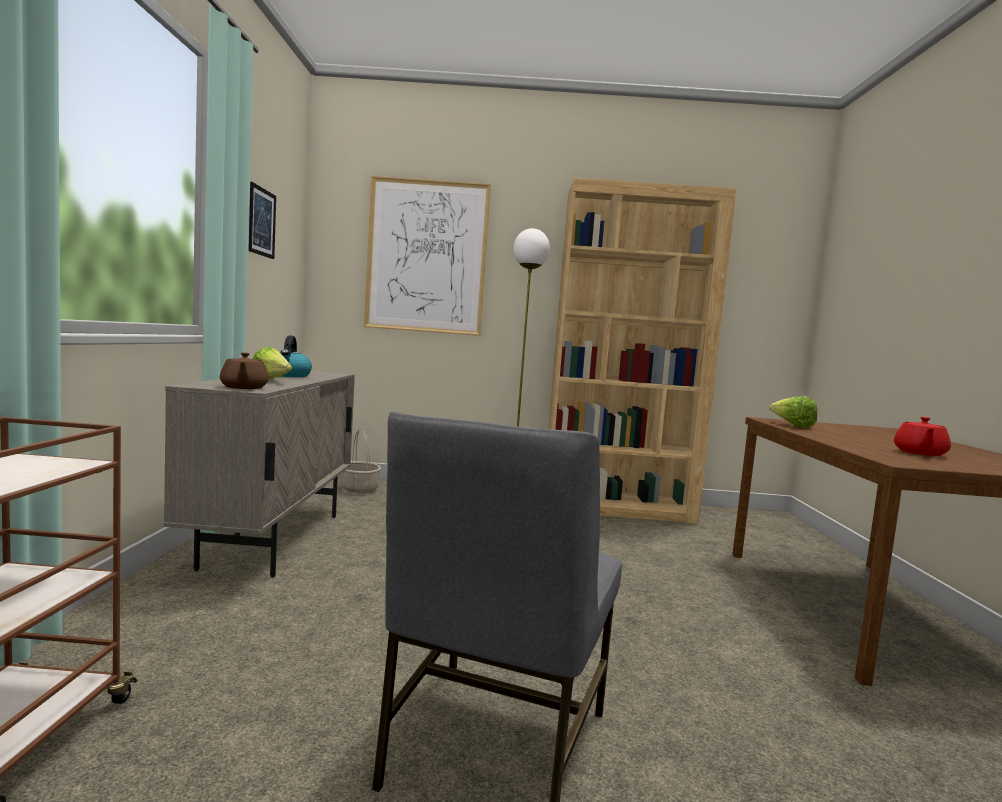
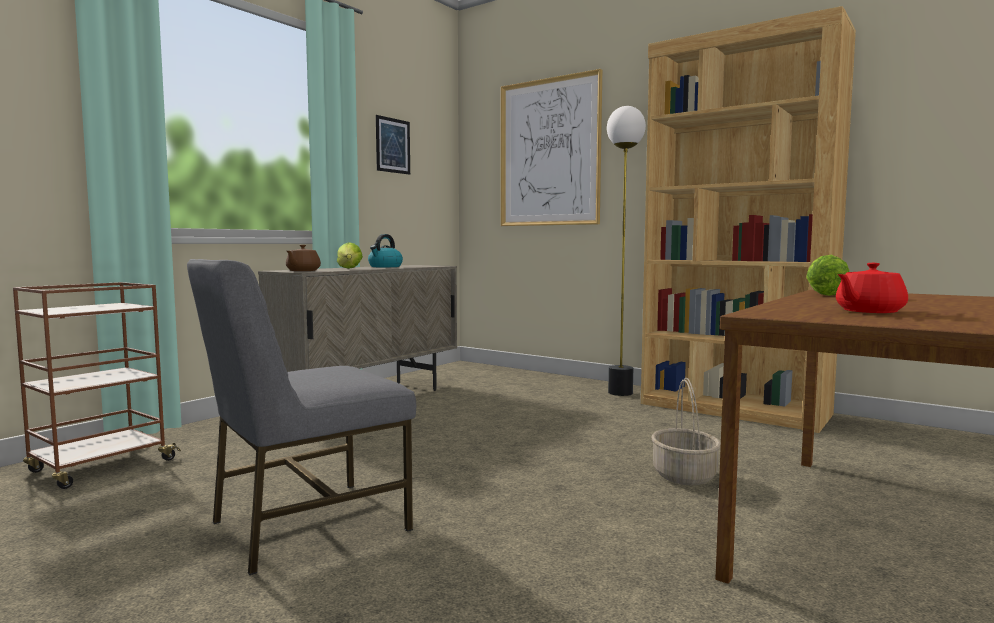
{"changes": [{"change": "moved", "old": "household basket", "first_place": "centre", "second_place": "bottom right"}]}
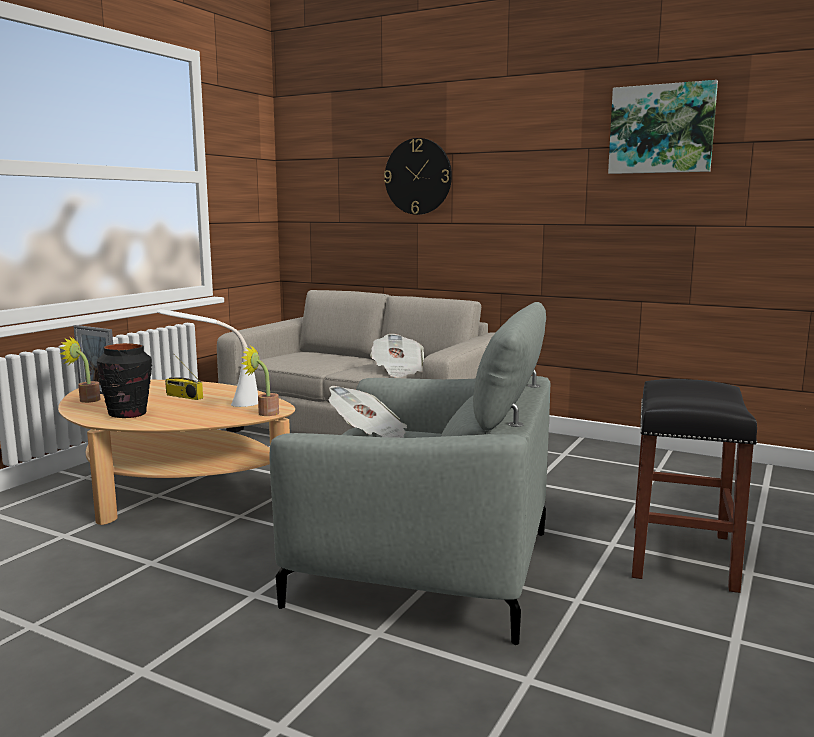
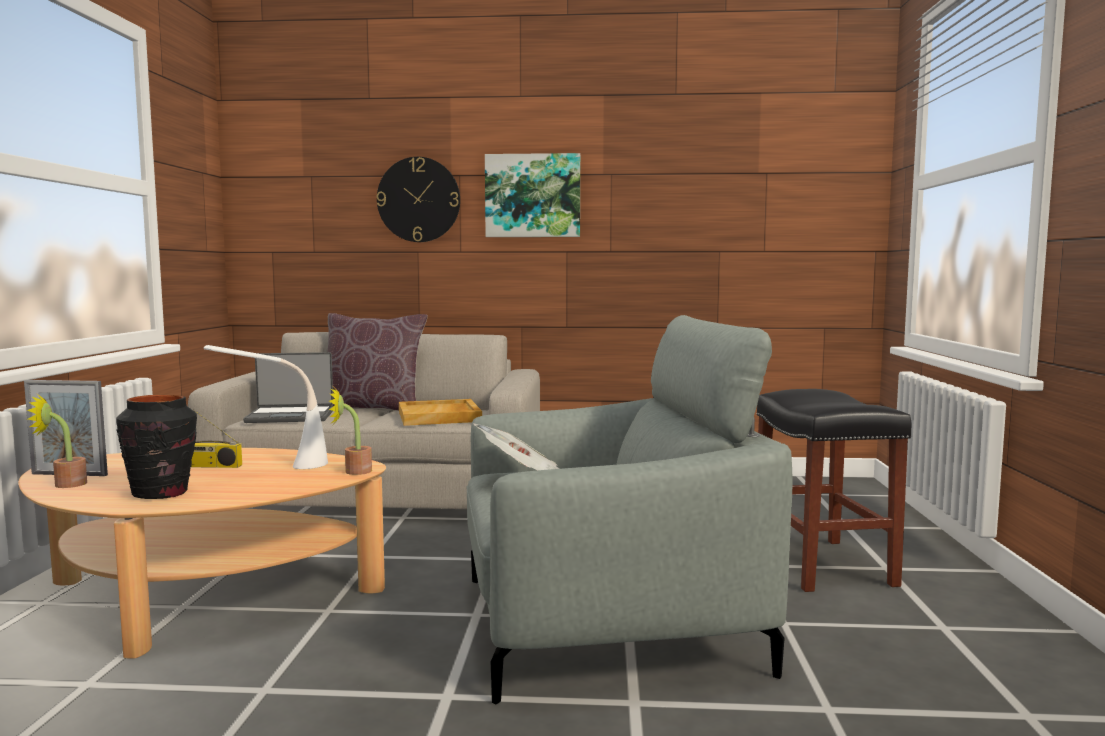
{"changes": [{"change": "moved", "old": "wall art", "first_place": "top right", "second_place": "top centre"}, {"change": "replaced", "old": "printed paper (2nd from left)", "new": "sand-coloured tray", "first_place": "centre", "second_place": "centre"}, {"change": "added", "new": "brown pillow", "second_place": "centre"}, {"change": "added", "new": "portable computer", "second_place": "middle left"}]}
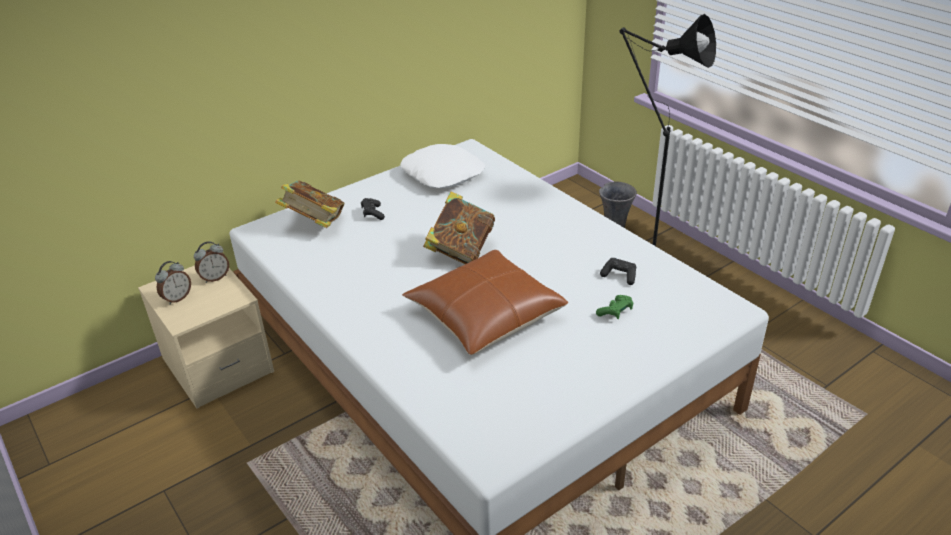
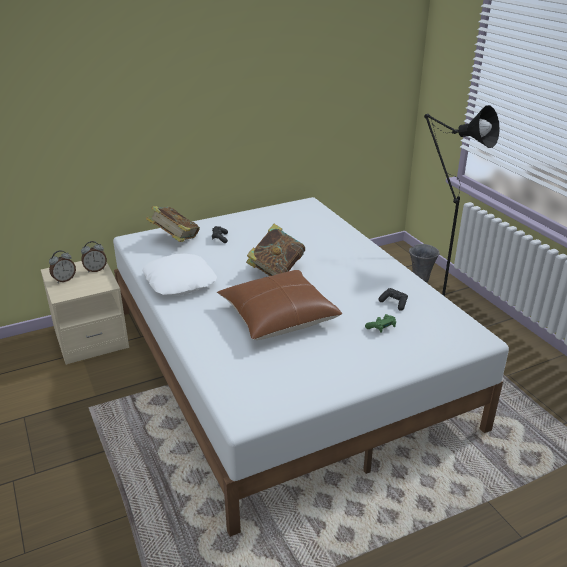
{"changes": [{"change": "moved", "old": "white pillow", "first_place": "top centre", "second_place": "middle left"}]}
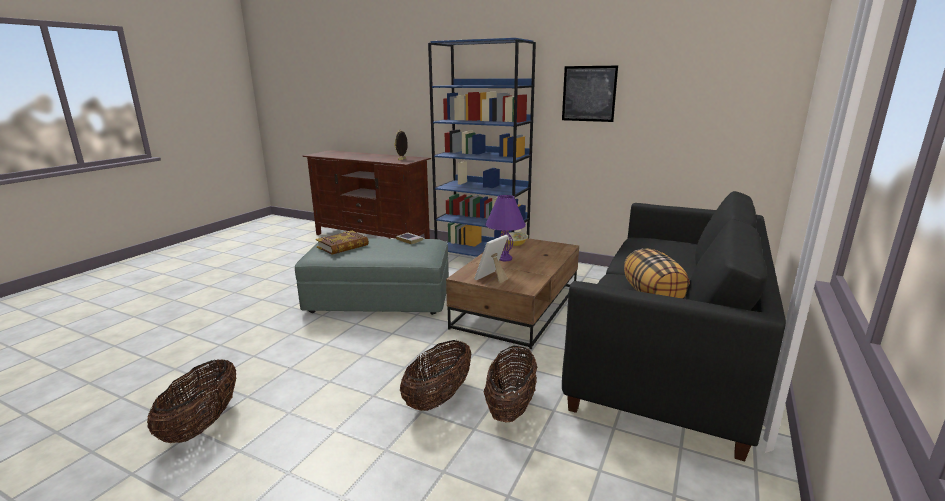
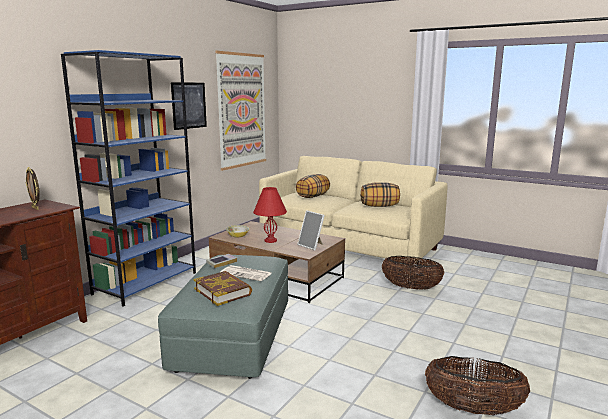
{"changes": [{"change": "recoloured", "old": "black sofa", "new": "sand-coloured sofa", "first_place": "middle right", "second_place": "centre"}, {"change": "recoloured", "old": "purple tabletop lamp", "new": "reddish tabletop lamp", "first_place": "centre", "second_place": "centre"}, {"change": "removed", "old": "household basket (2nd from left)", "first_place": "bottom centre"}, {"change": "added", "new": "wall art (2nd from left)", "second_place": "top centre"}, {"change": "added", "new": "pillow (1st from left)", "second_place": "centre"}, {"change": "added", "new": "printed paper", "second_place": "centre"}]}
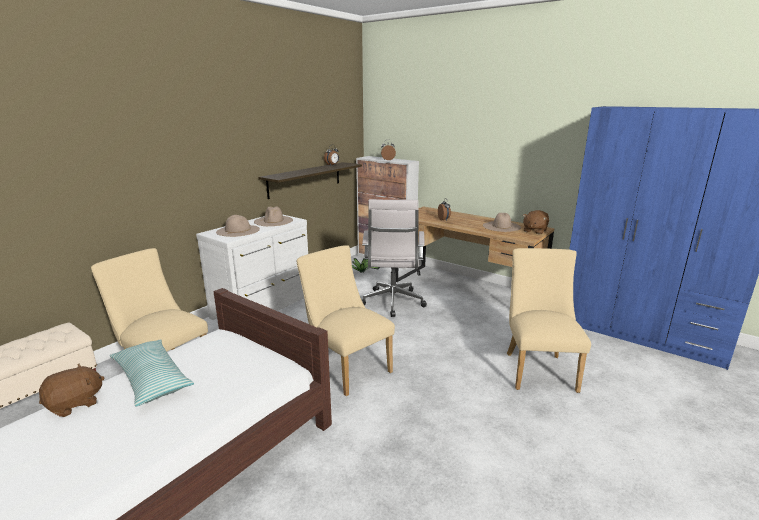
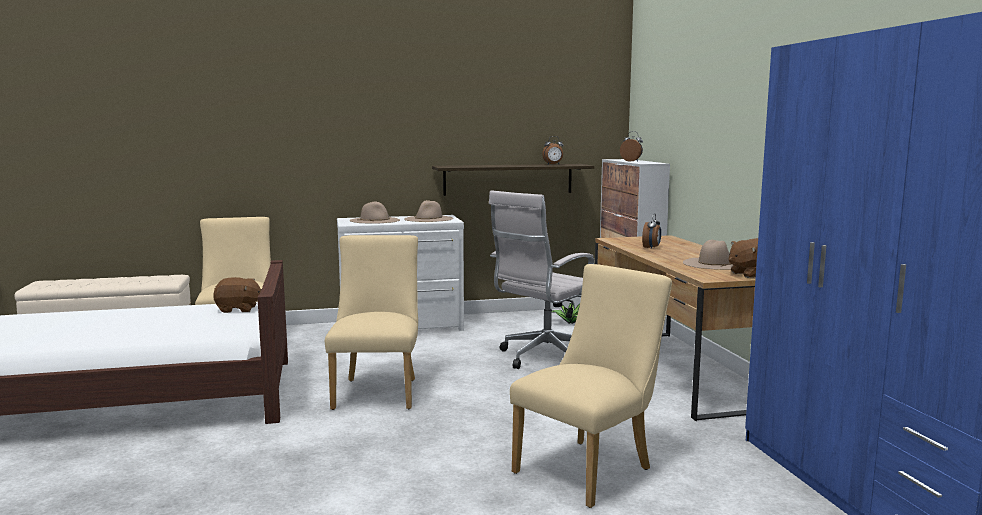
{"changes": [{"change": "removed", "old": "pillow", "first_place": "bottom left"}, {"change": "moved", "old": "brown soft toy (1st from left)", "first_place": "bottom left", "second_place": "middle left"}]}
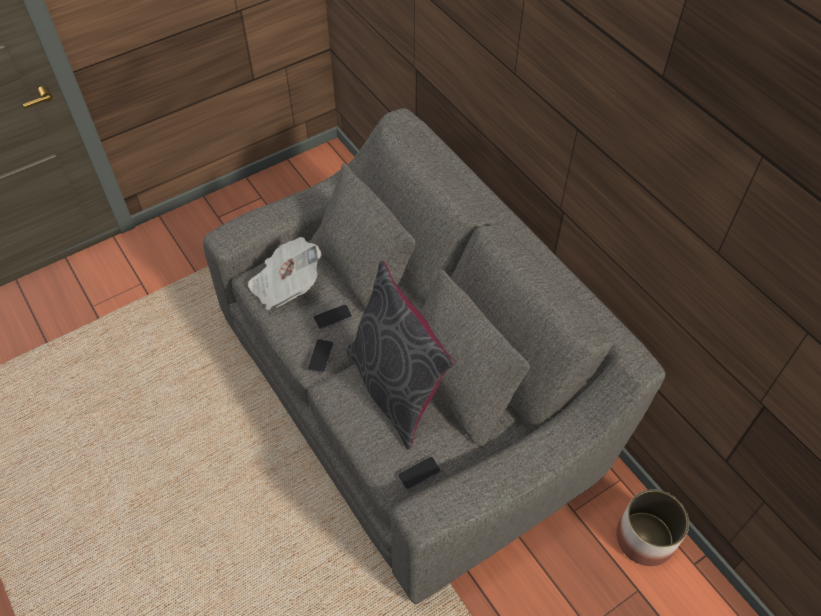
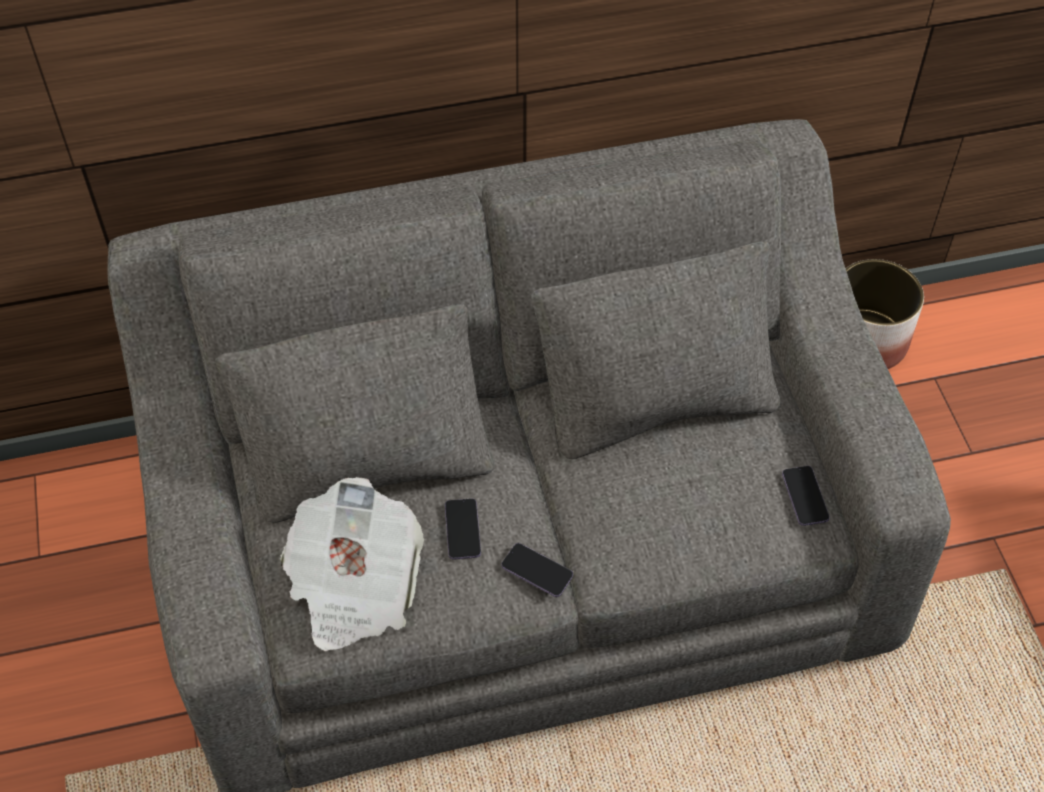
{"changes": [{"change": "removed", "old": "greyish pillow", "first_place": "centre"}]}
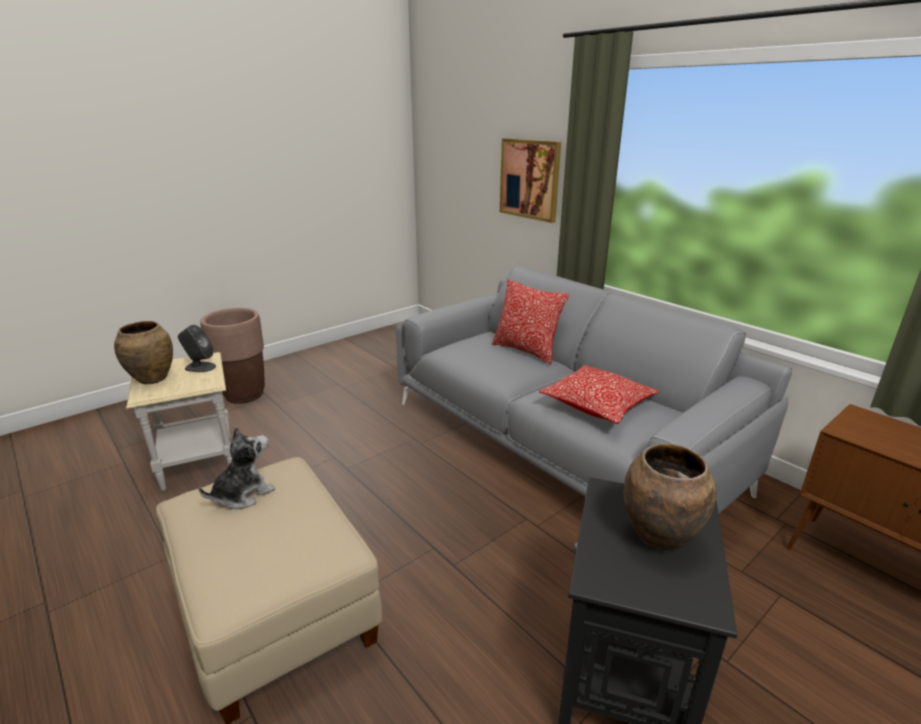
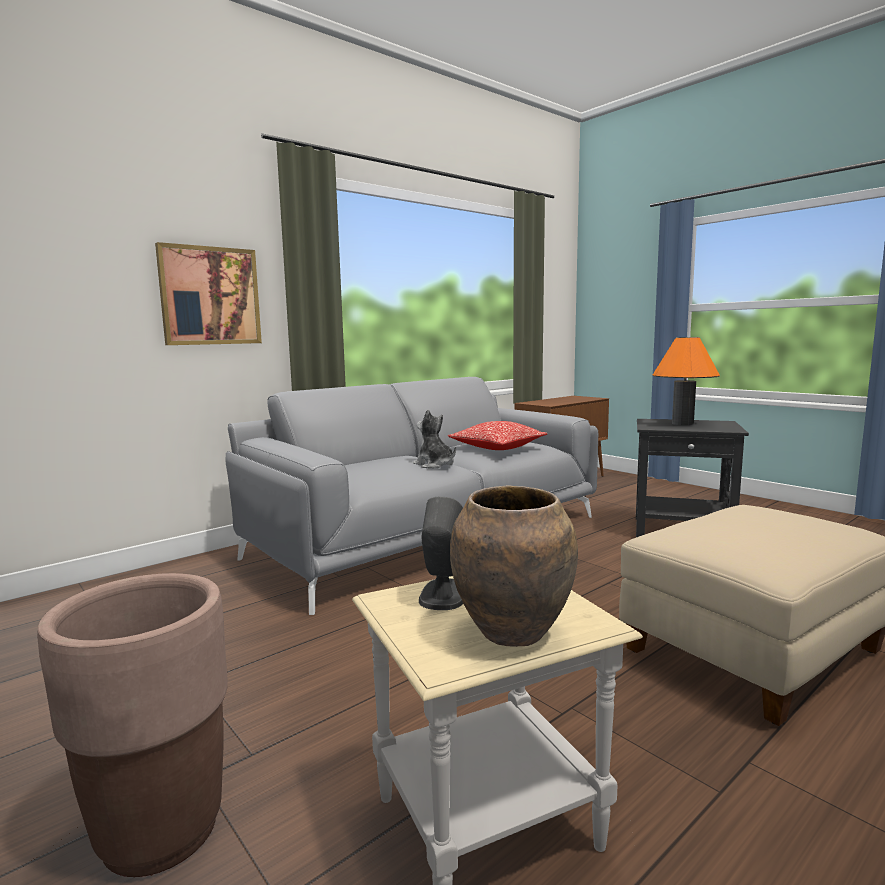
{"changes": [{"change": "removed", "old": "pillow (1st from left)", "first_place": "centre"}, {"change": "moved", "old": "soft toy", "first_place": "middle left", "second_place": "centre"}, {"change": "replaced", "old": "brown vase (2nd from left)", "new": "orange-coloured tabletop lamp", "first_place": "bottom right", "second_place": "middle right"}]}
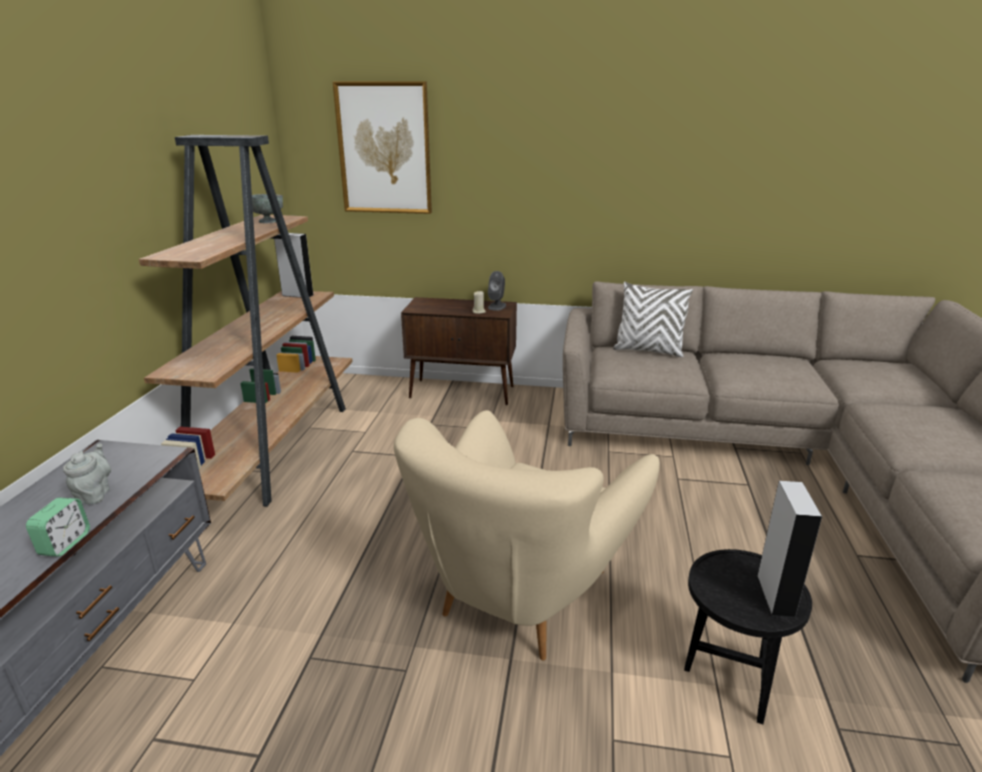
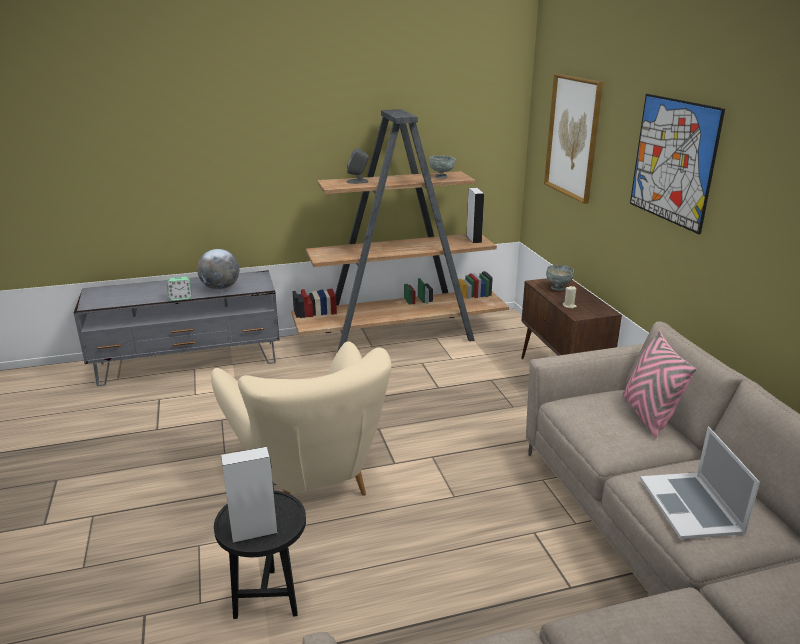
{"changes": [{"change": "moved", "old": "greyish audio speaker (2nd from left)", "first_place": "centre", "second_place": "top centre"}, {"change": "recoloured", "old": "white pillow", "new": "pinkish pillow", "first_place": "centre", "second_place": "middle right"}, {"change": "turned", "old": "sand-coloured easy chair", "first_place": "bottom centre", "second_place": "centre", "degrees": -120}, {"change": "replaced", "old": "greyish teapot", "new": "desk globe", "first_place": "middle left", "second_place": "middle left"}, {"change": "added", "new": "wall art (2nd from left)", "second_place": "top right"}, {"change": "added", "new": "greyish bowl (2nd from left)", "second_place": "middle right"}, {"change": "added", "new": "portable computer", "second_place": "bottom right"}]}
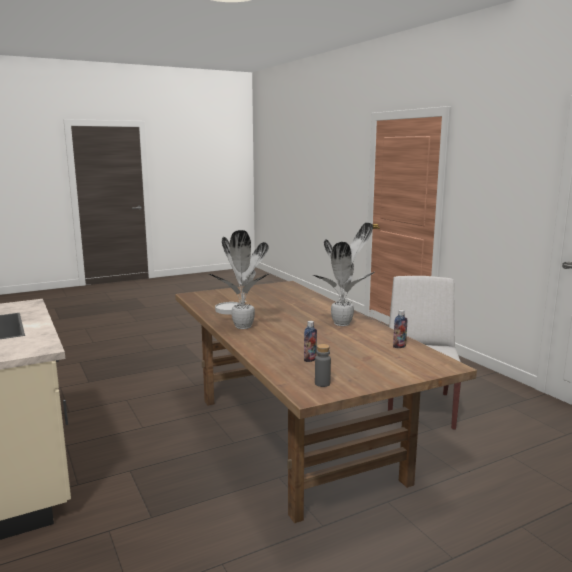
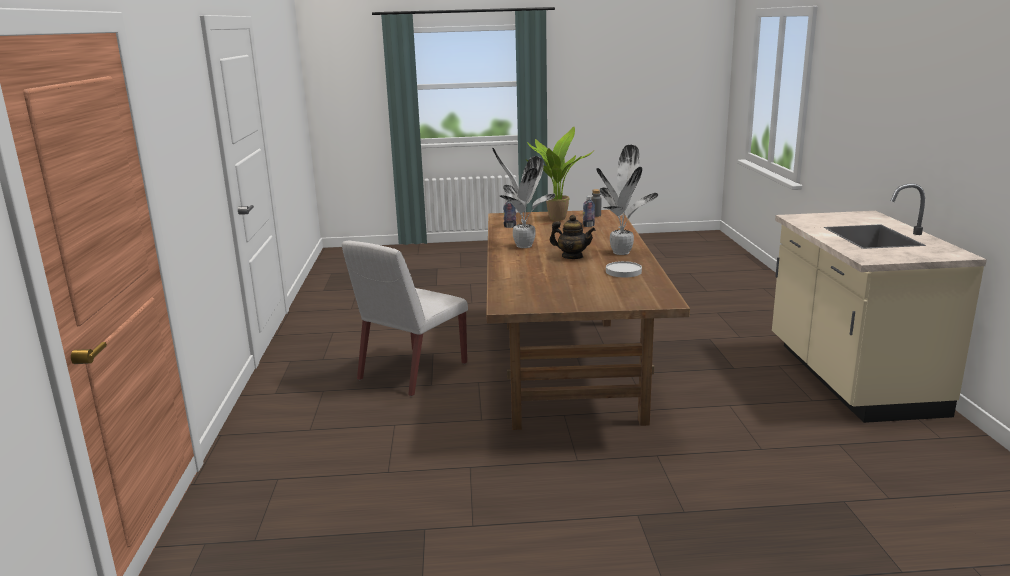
{"changes": [{"change": "added", "new": "plant in a pot (2nd from left)", "second_place": "top centre"}, {"change": "added", "new": "teapot", "second_place": "centre"}]}
